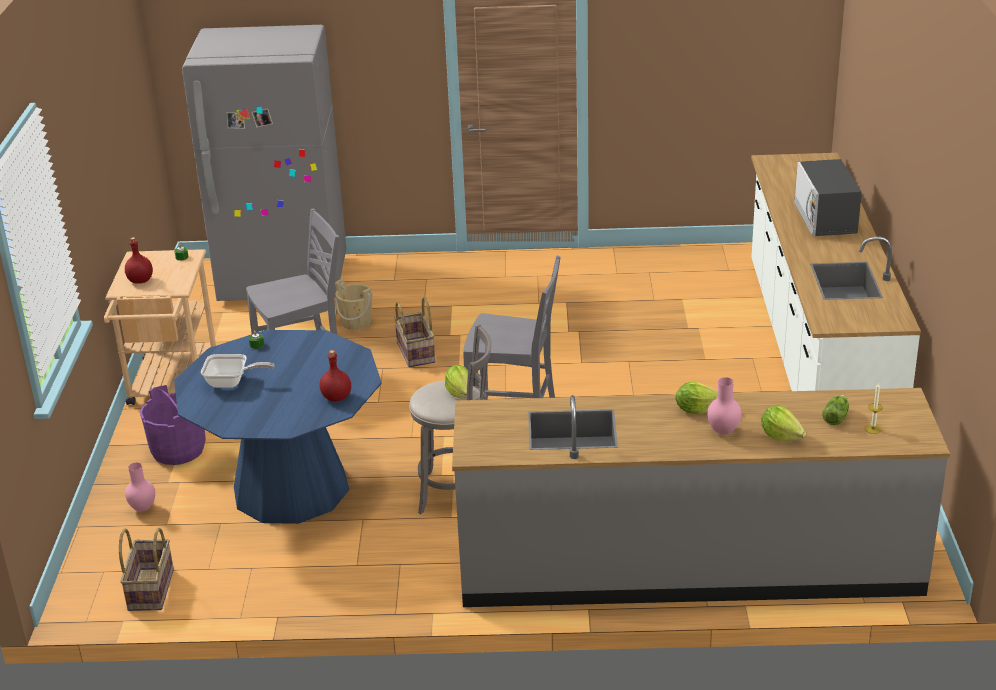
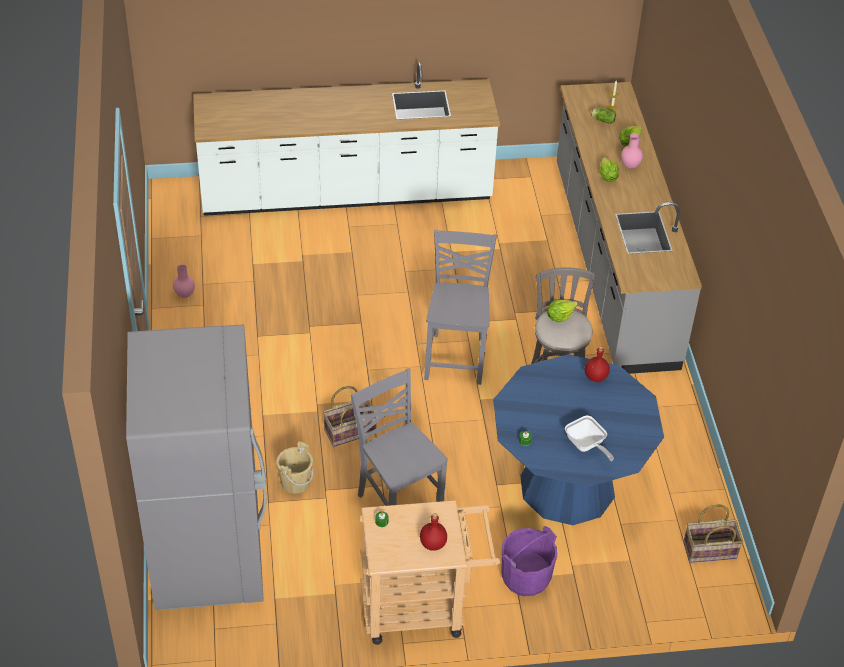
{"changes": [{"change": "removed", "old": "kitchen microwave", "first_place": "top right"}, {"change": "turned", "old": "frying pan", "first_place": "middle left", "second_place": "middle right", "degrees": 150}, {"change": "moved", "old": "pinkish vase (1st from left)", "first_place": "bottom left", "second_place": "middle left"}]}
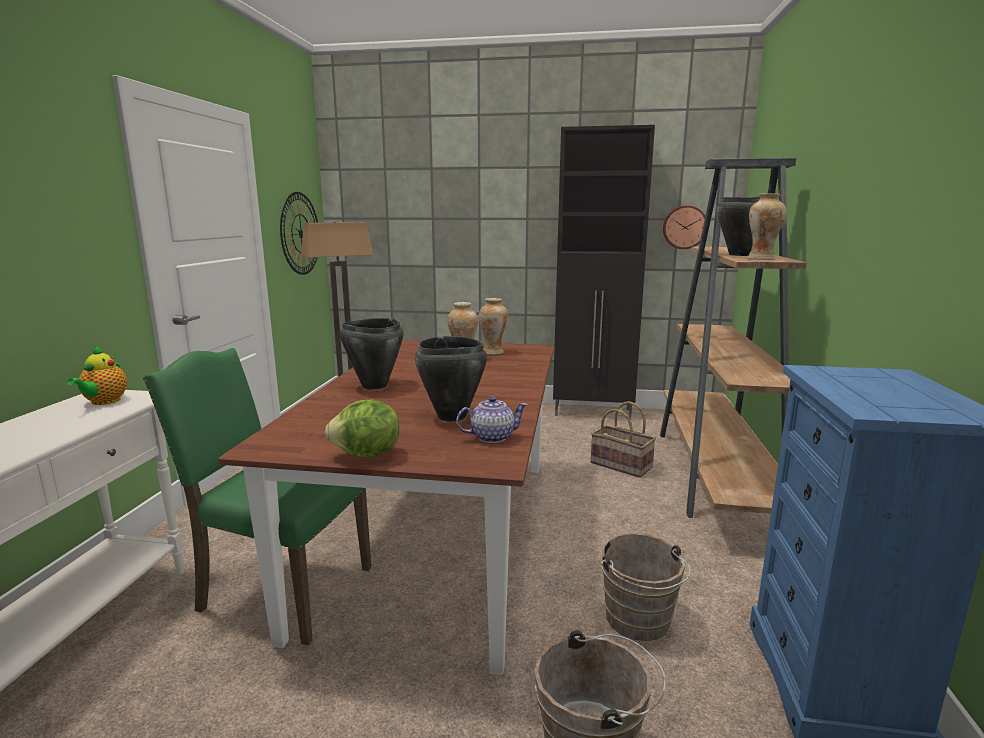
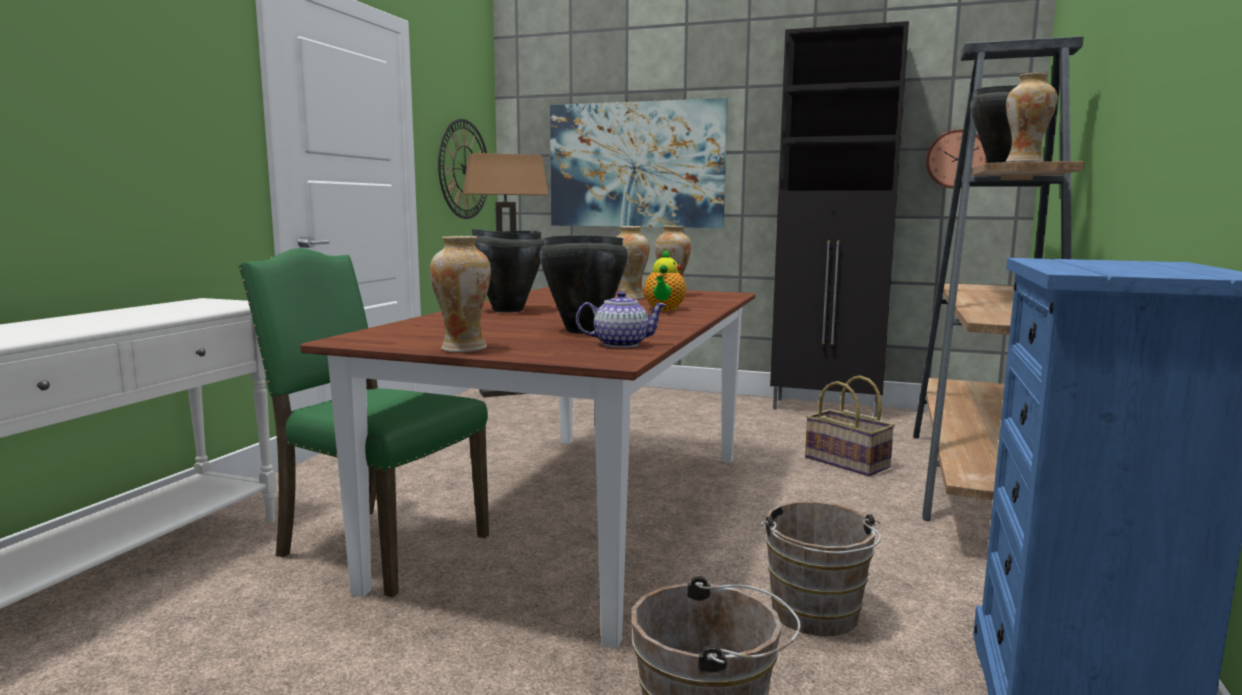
{"changes": [{"change": "moved", "old": "teapot (1st from left in the first image)", "new": "teapot (2nd from left)", "first_place": "middle left", "second_place": "centre"}, {"change": "replaced", "old": "head of lettuce", "new": "vase (1st from left)", "first_place": "centre", "second_place": "centre"}, {"change": "added", "new": "wall art", "second_place": "top centre"}]}
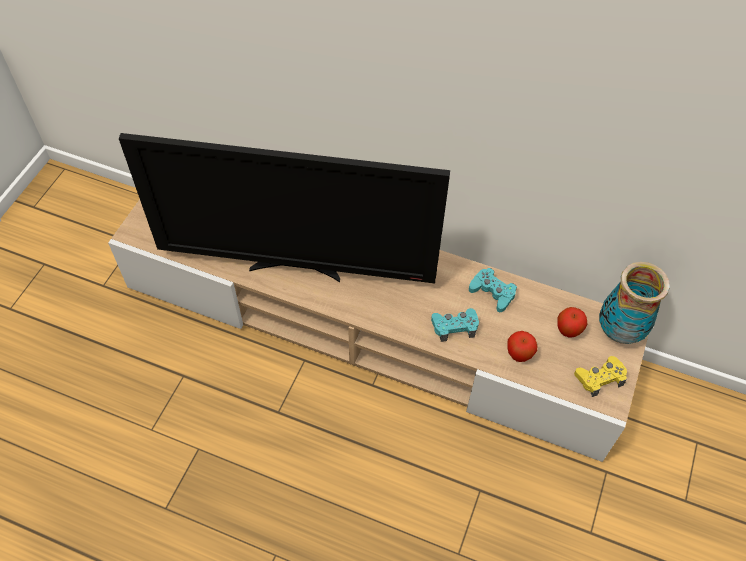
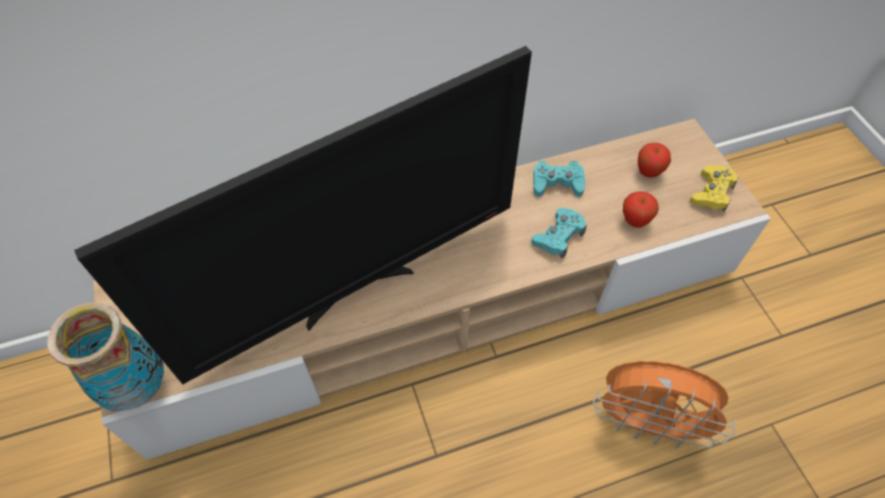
{"changes": [{"change": "moved", "old": "vase", "first_place": "middle right", "second_place": "bottom left"}, {"change": "added", "new": "orange-coloured electric fan", "second_place": "bottom right"}]}
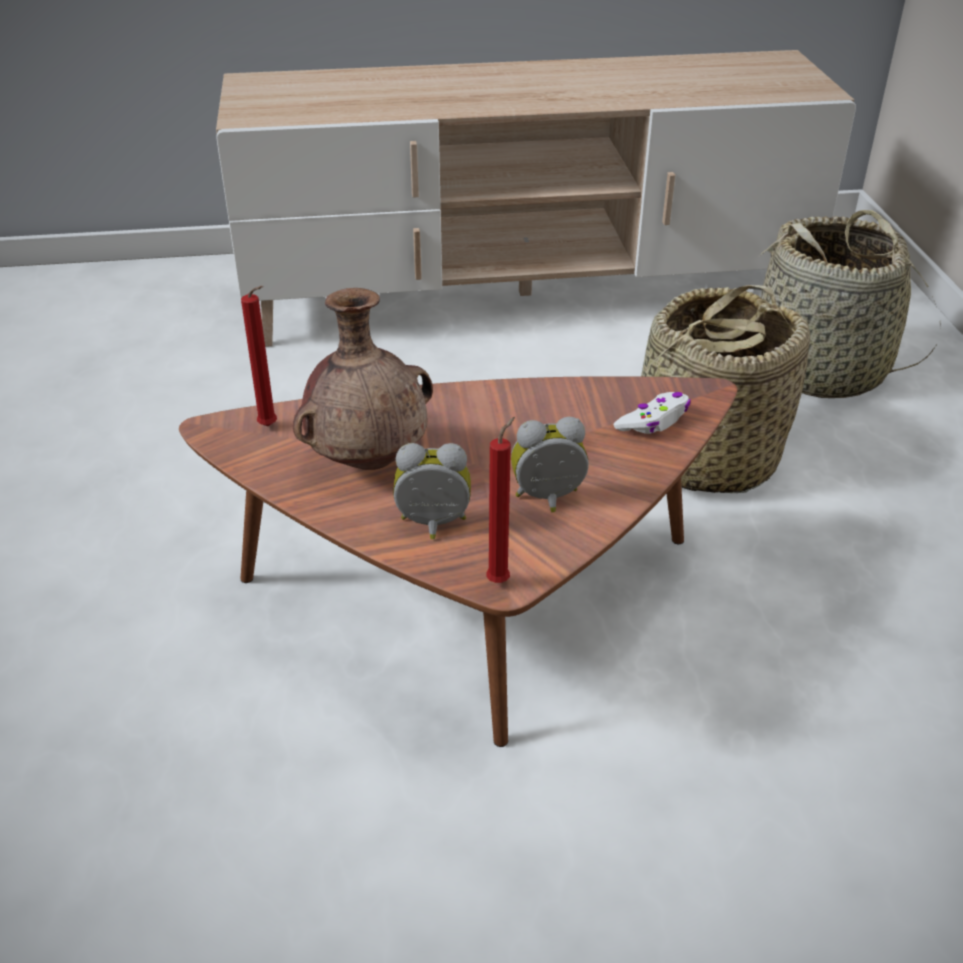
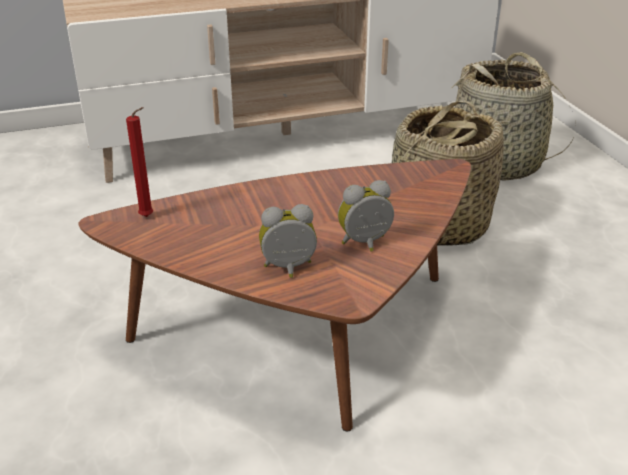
{"changes": [{"change": "removed", "old": "brown vase", "first_place": "centre"}, {"change": "removed", "old": "white joypad", "first_place": "middle right"}, {"change": "removed", "old": "reddish wax candle (2nd from left)", "first_place": "centre"}]}
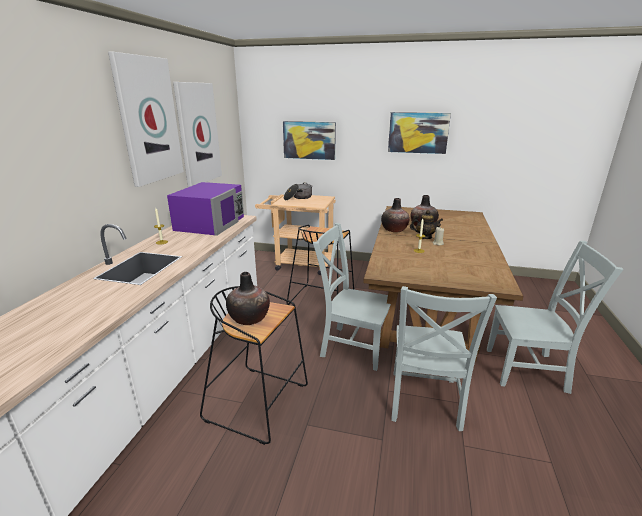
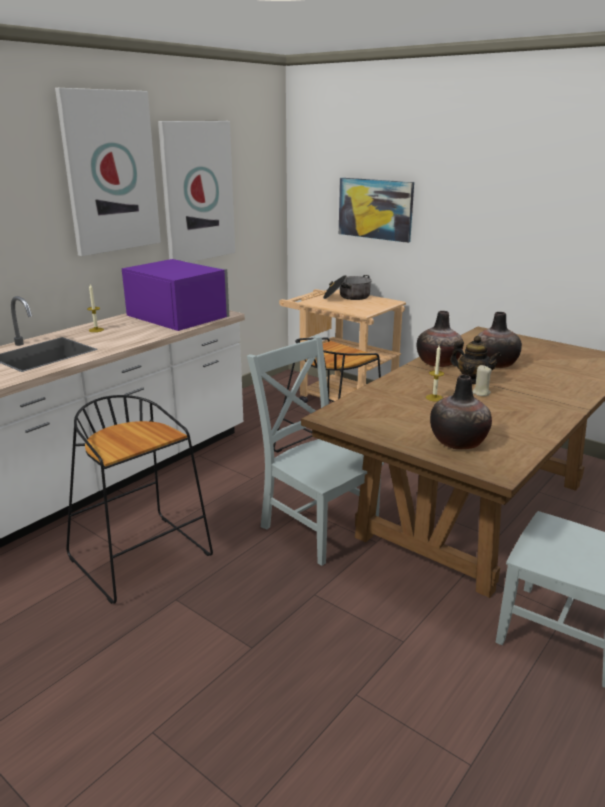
{"changes": [{"change": "removed", "old": "wall art (4th from left)", "first_place": "top centre"}, {"change": "turned", "old": "purple kitchen microwave", "first_place": "middle left", "second_place": "middle left", "degrees": -90}, {"change": "moved", "old": "vase (1st from left in the first image)", "new": "vase (2nd from left)", "first_place": "centre", "second_place": "middle right"}, {"change": "removed", "old": "greyish upright chair (2nd from left)", "first_place": "bottom right"}]}
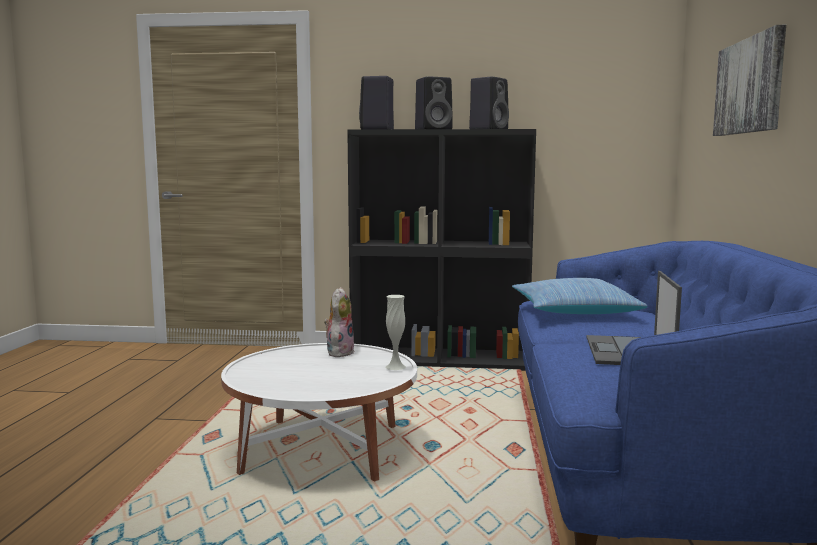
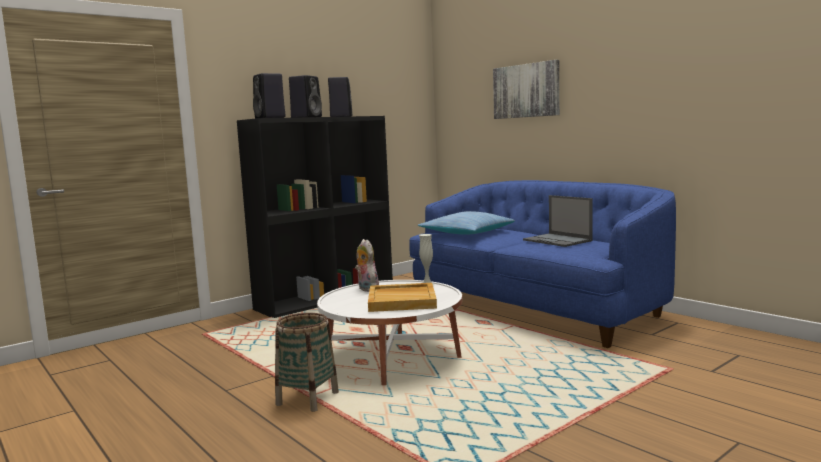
{"changes": [{"change": "added", "new": "sand-coloured tray", "second_place": "centre"}, {"change": "added", "new": "household basket", "second_place": "bottom centre"}]}
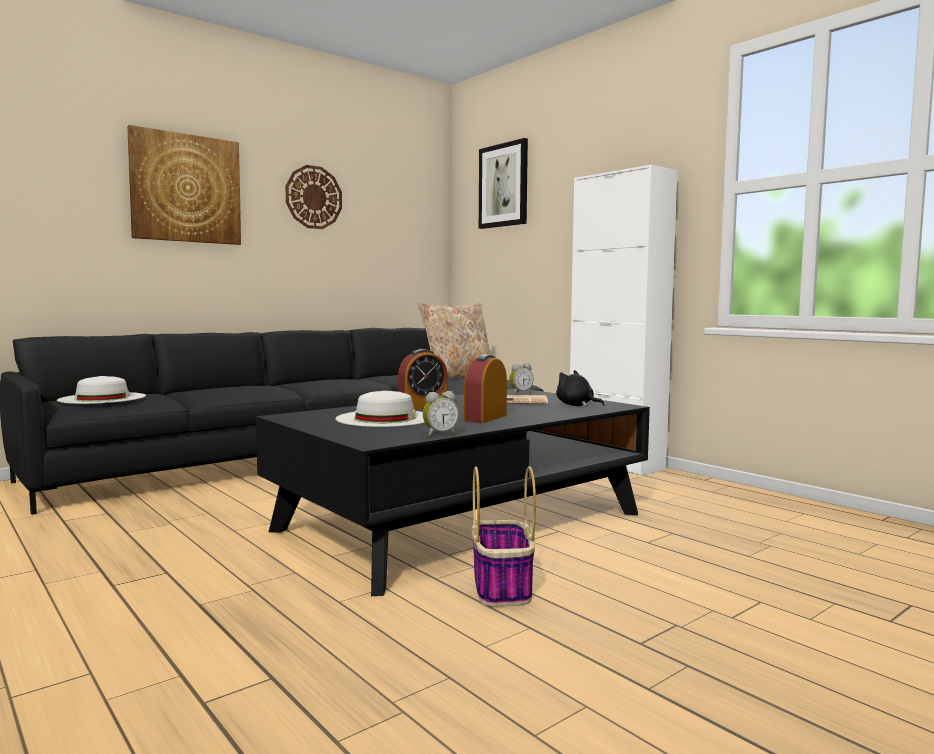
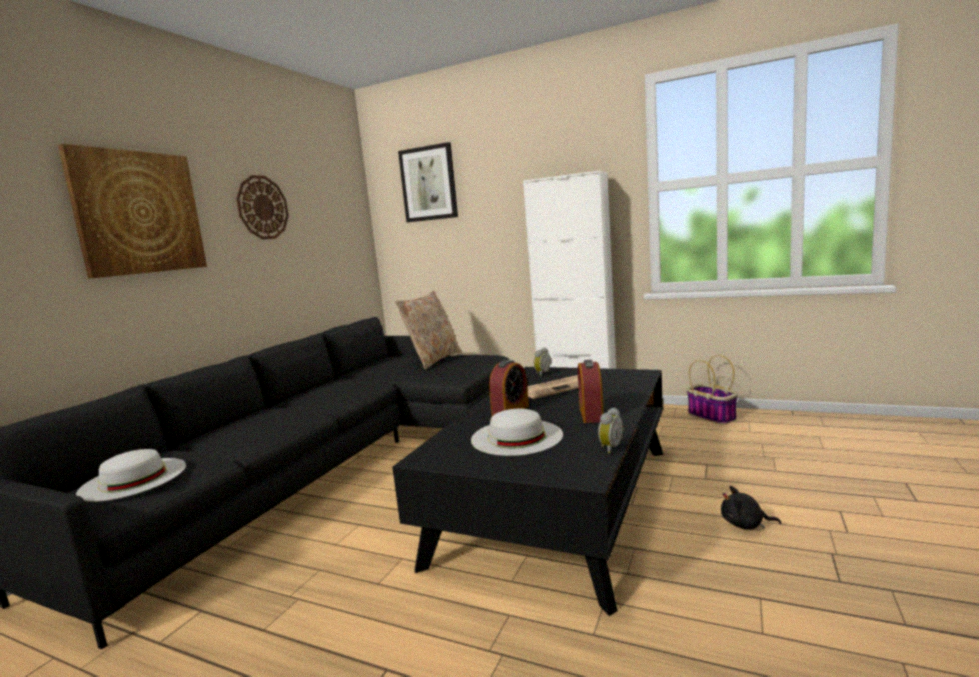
{"changes": [{"change": "moved", "old": "black soft toy", "first_place": "centre", "second_place": "bottom right"}, {"change": "moved", "old": "household basket", "first_place": "bottom centre", "second_place": "middle right"}]}
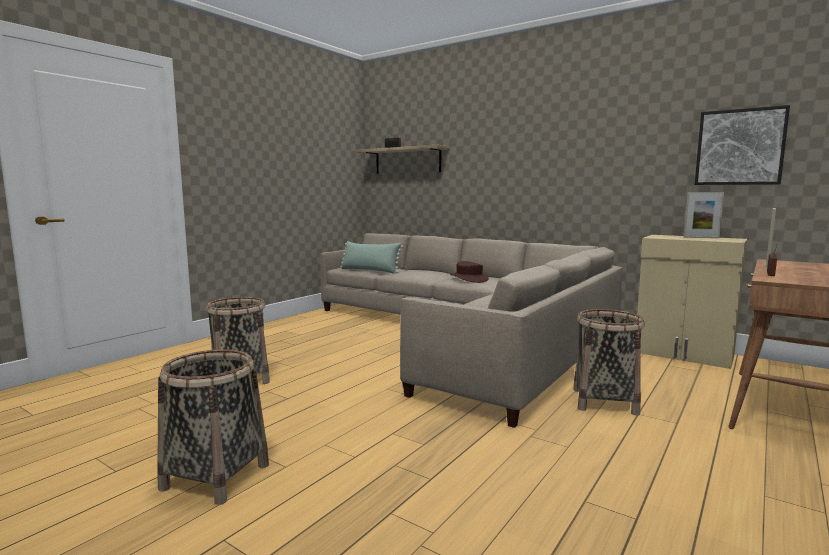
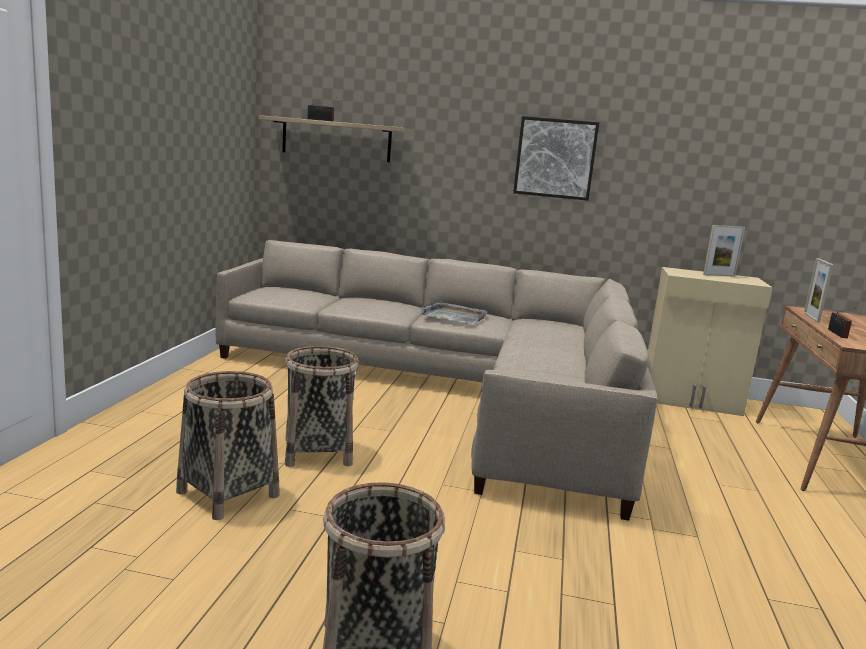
{"changes": [{"change": "moved", "old": "wall art", "first_place": "top right", "second_place": "top centre"}, {"change": "removed", "old": "green-coloured pillow", "first_place": "centre"}, {"change": "replaced", "old": "brown hat", "new": "greyish tray", "first_place": "centre", "second_place": "centre"}, {"change": "moved", "old": "household basket (3rd from left in the first image)", "new": "household basket (2nd from left)", "first_place": "middle right", "second_place": "centre"}]}
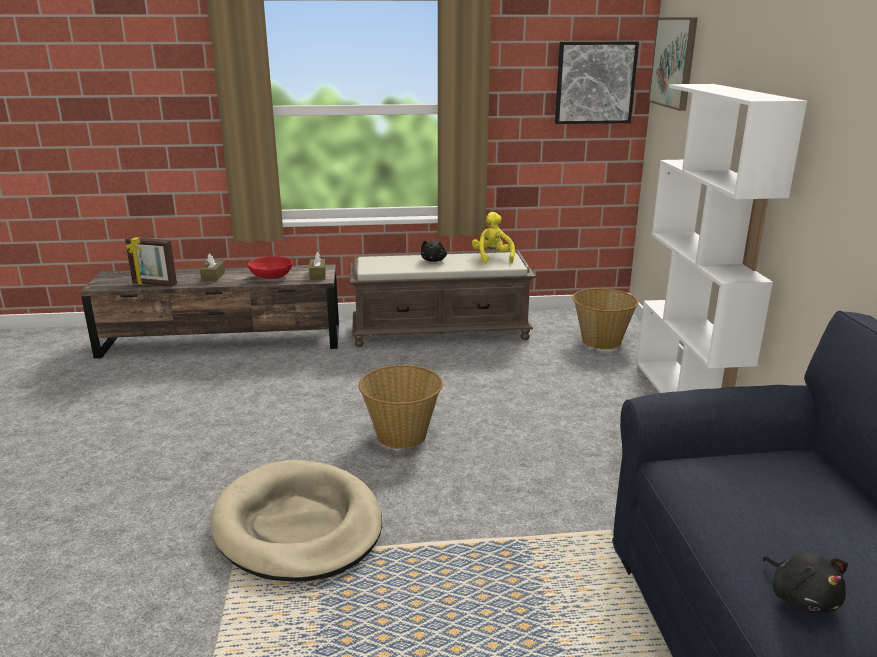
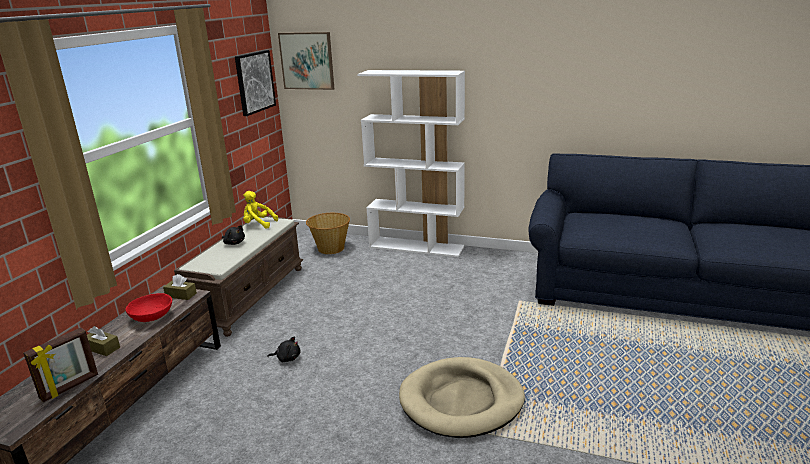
{"changes": [{"change": "removed", "old": "household basket (1st from left)", "first_place": "centre"}, {"change": "moved", "old": "black soft toy (2nd from left)", "first_place": "bottom right", "second_place": "bottom centre"}]}
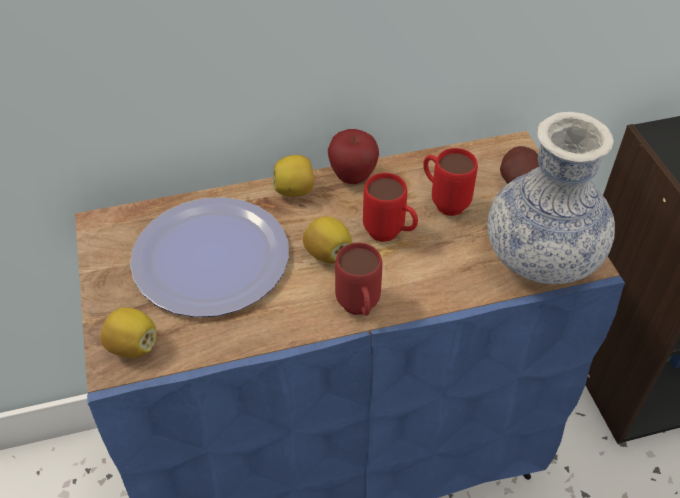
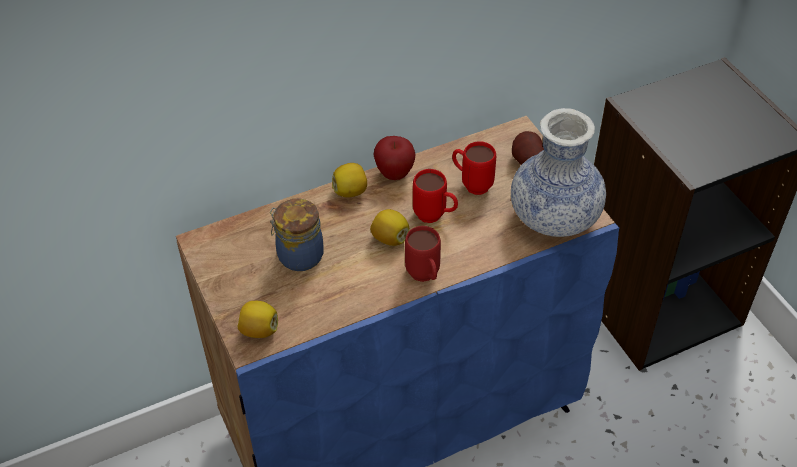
{"changes": [{"change": "replaced", "old": "plate", "new": "preserve jar", "first_place": "middle left", "second_place": "centre"}]}
